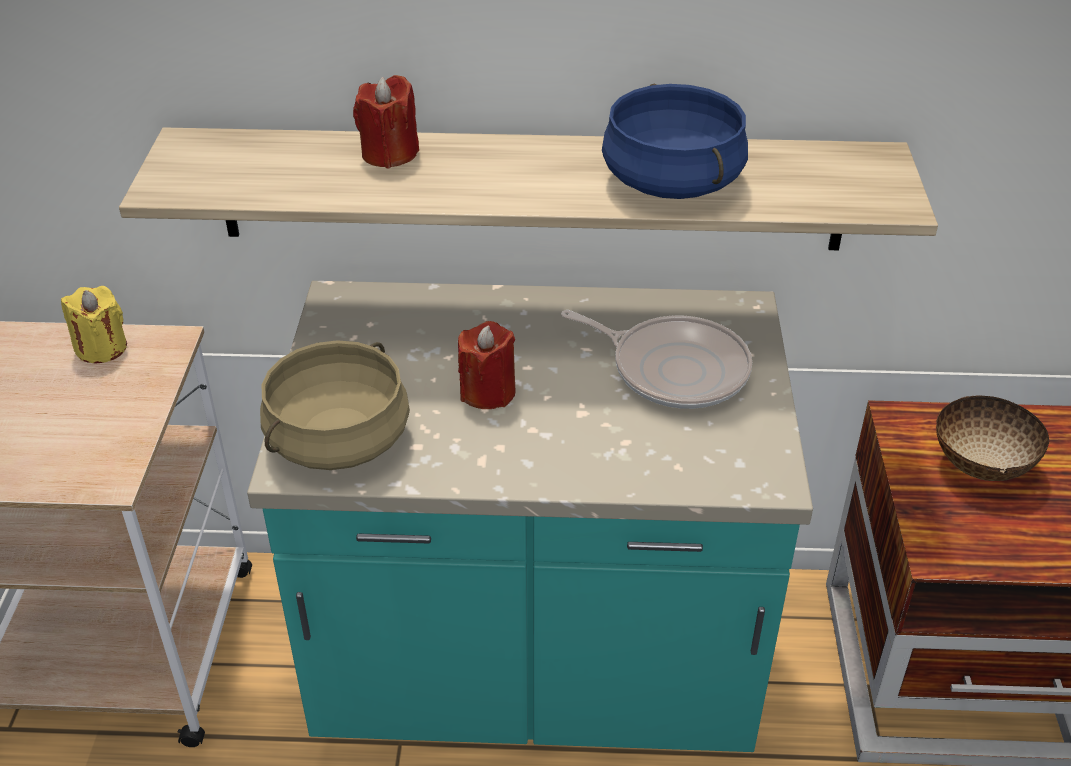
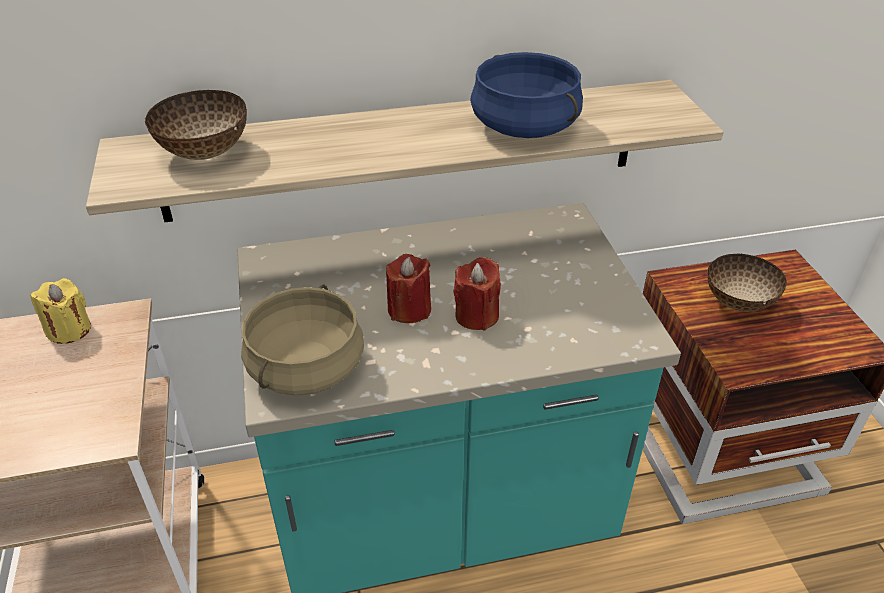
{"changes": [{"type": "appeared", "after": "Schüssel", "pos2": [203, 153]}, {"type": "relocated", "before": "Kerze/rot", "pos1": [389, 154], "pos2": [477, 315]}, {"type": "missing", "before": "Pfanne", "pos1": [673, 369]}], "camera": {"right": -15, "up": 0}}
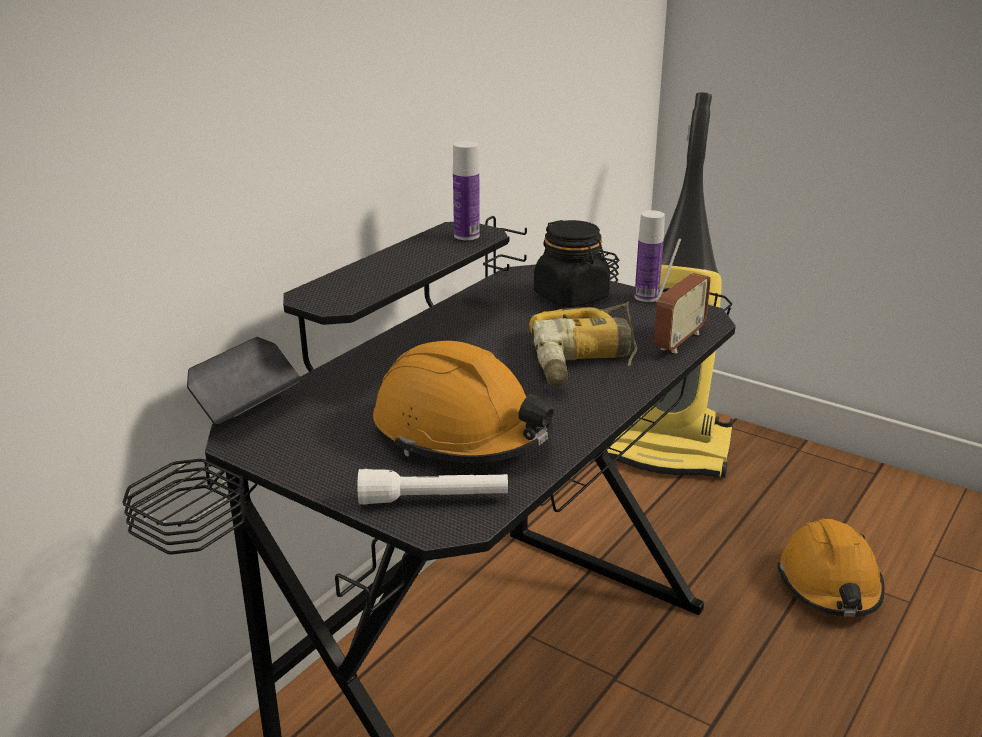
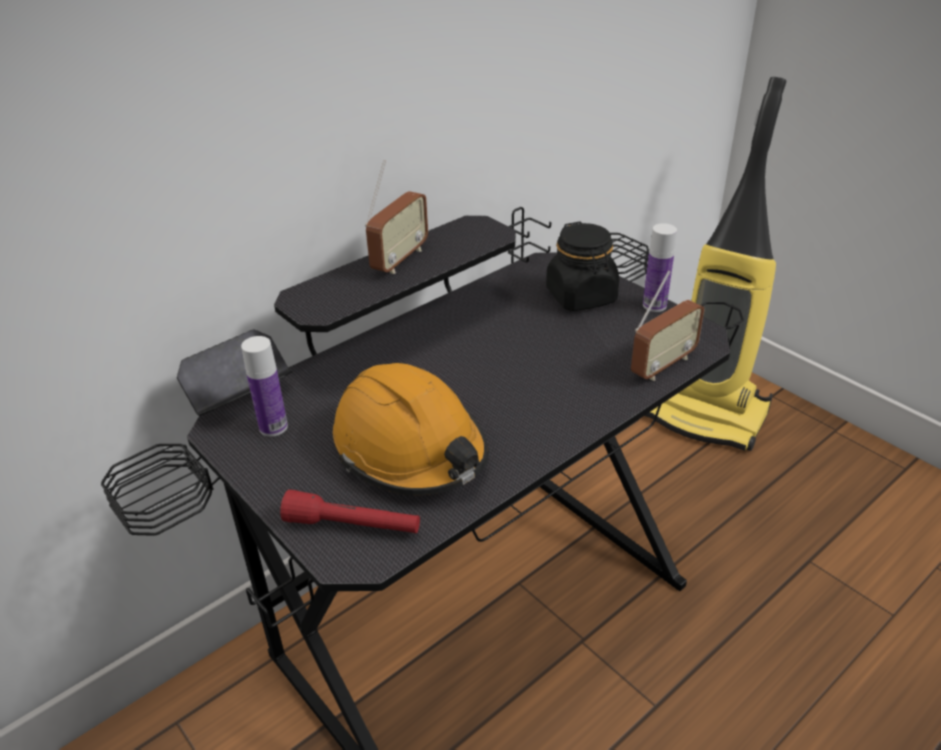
{"changes": [{"type": "relocated", "before": "Flasche", "pos1": [466, 236], "pos2": [273, 427]}, {"type": "colour", "before": "Taschenlampe/weiß", "after": "Taschenlampe/rot", "pos1": [434, 499], "pos2": [353, 526]}, {"type": "appeared", "after": "Radio", "pos2": [399, 260]}, {"type": "missing", "before": "Bohrmaschine", "pos1": [586, 358]}, {"type": "missing", "before": "Schutzhelm/orange", "pos1": [829, 584]}], "camera": {"right": 15, "up": 10}}
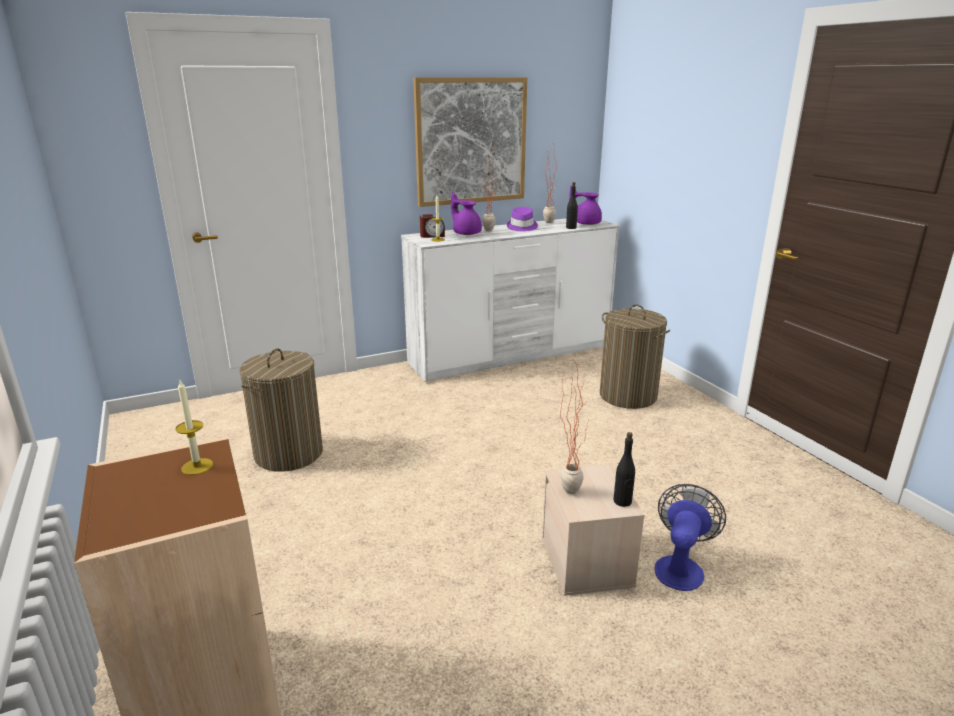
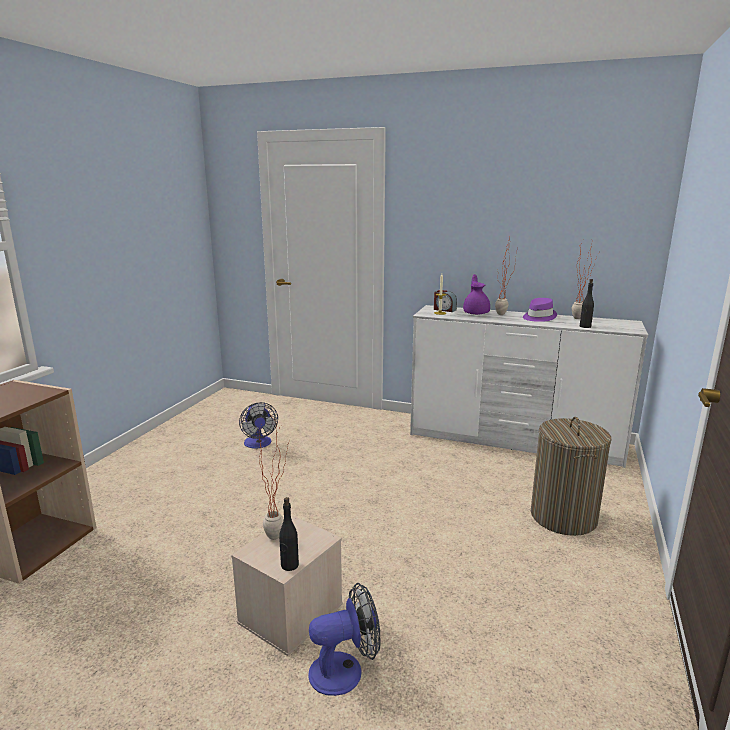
{"changes": [{"type": "exchanged", "before": "Wäschekorb", "after": "Ventilator", "pos1": [289, 453], "pos2": [258, 444]}, {"type": "missing", "before": "Kerze", "pos1": [197, 466]}, {"type": "missing", "before": "Bild", "pos1": [471, 141]}, {"type": "missing", "before": "Teekanne/lila", "pos1": [586, 223]}], "camera": {"right": 45, "up": -5}}
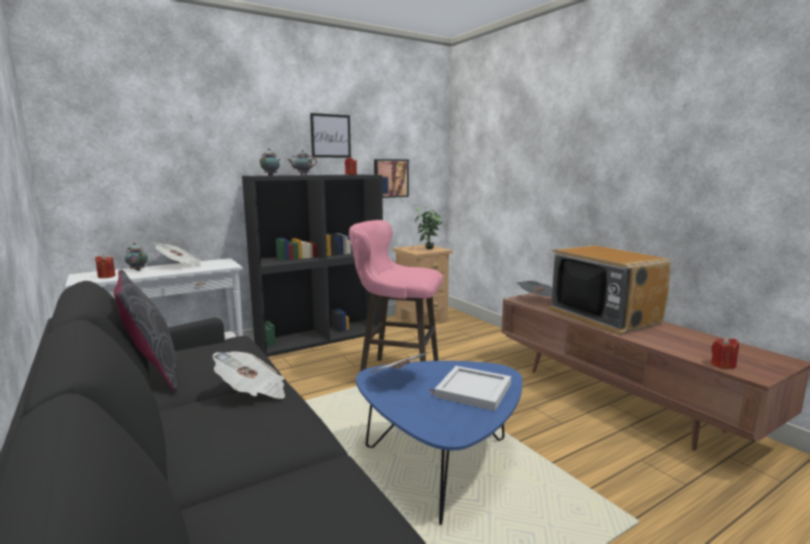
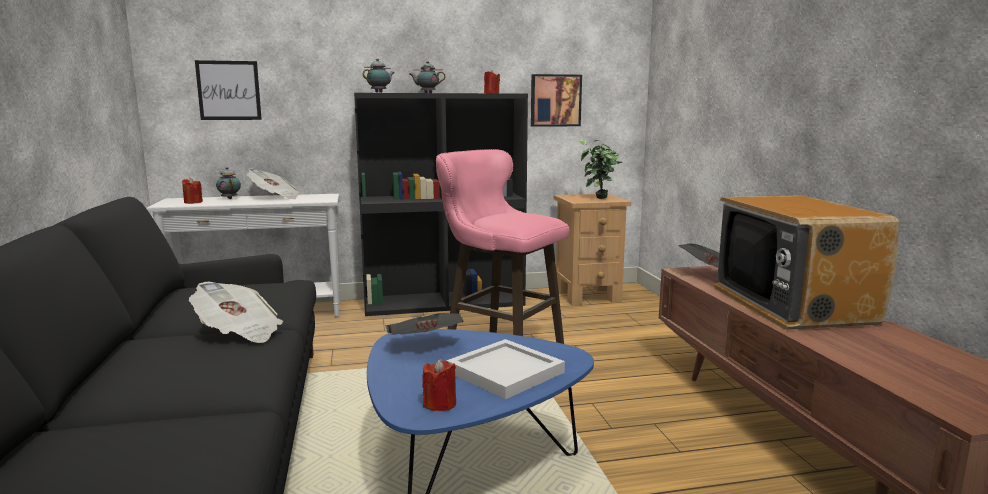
{"changes": [{"type": "relocated", "before": "Bild", "pos1": [330, 136], "pos2": [229, 90]}, {"type": "relocated", "before": "Kerze/rot", "pos1": [722, 365], "pos2": [440, 404]}, {"type": "missing", "before": "Kissen/grau", "pos1": [152, 373]}], "camera": {"right": 20, "up": 0}}
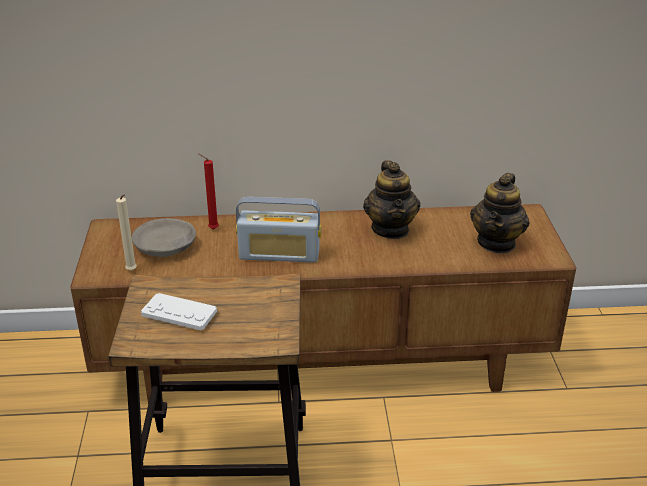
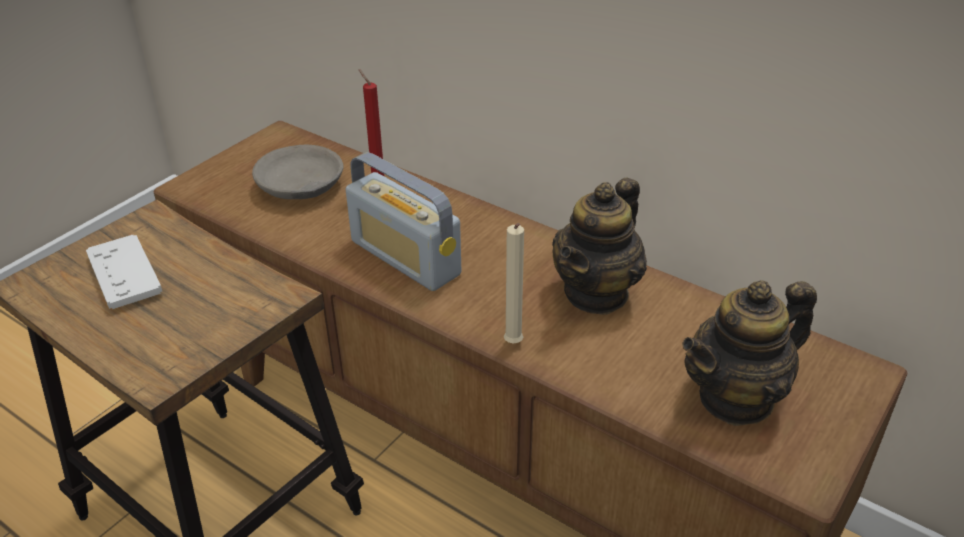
{"changes": [{"type": "relocated", "before": "Kerze/beige", "pos1": [132, 271], "pos2": [513, 345]}], "camera": {"right": 40, "up": 5}}
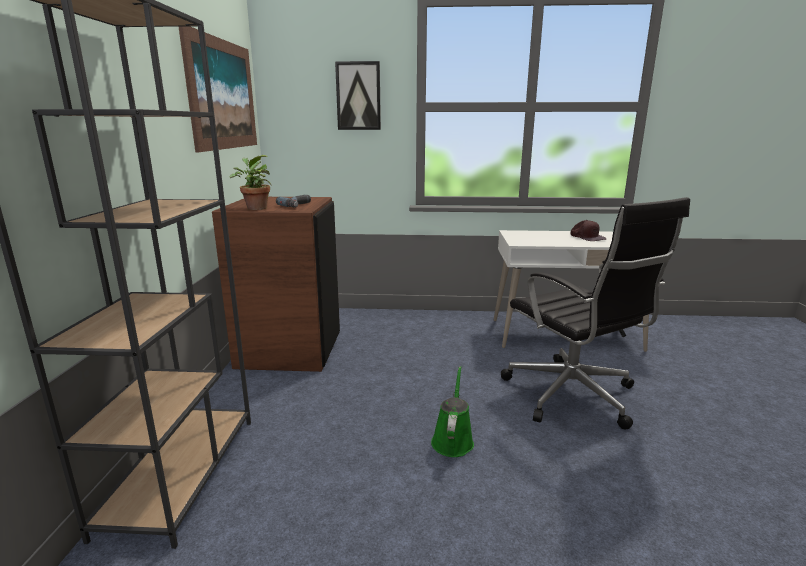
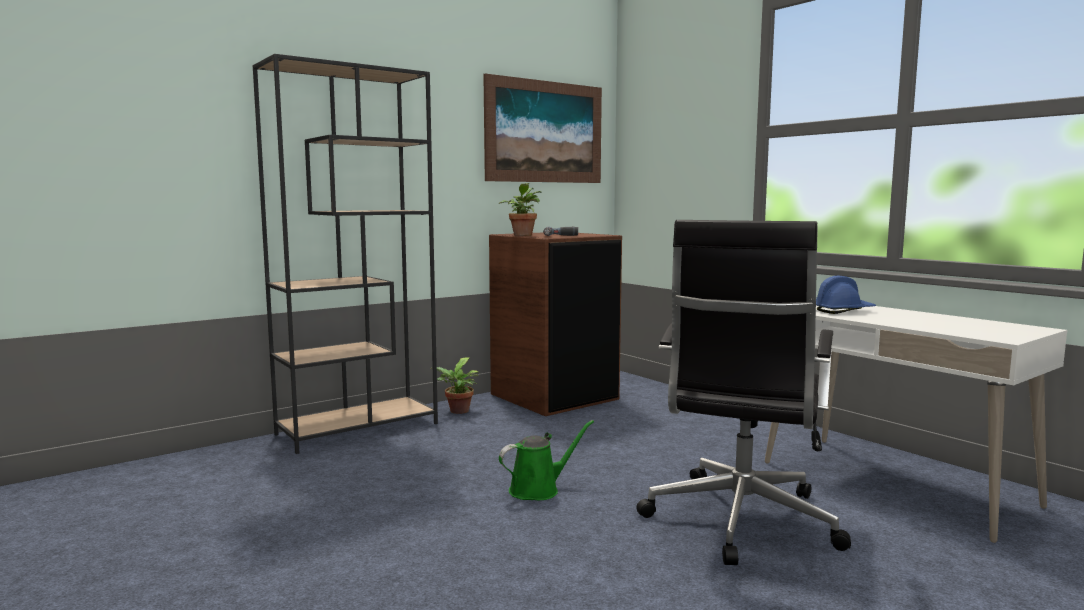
{"changes": [{"type": "appeared", "after": "Topfpflanze", "pos2": [457, 411]}, {"type": "appeared", "after": "Schutzhelm/blau", "pos2": [843, 311]}, {"type": "missing", "before": "Bild", "pos1": [358, 96]}, {"type": "missing", "before": "Kappe/braun", "pos1": [587, 237]}], "camera": {"right": 50, "up": -10}}
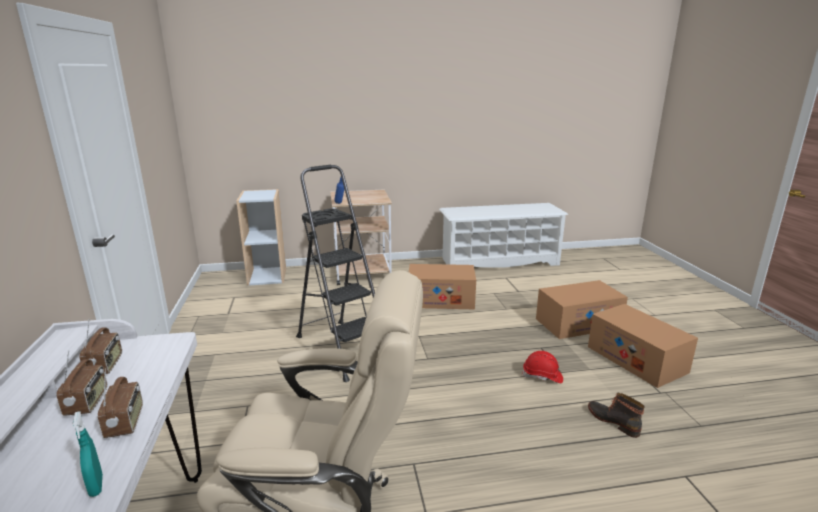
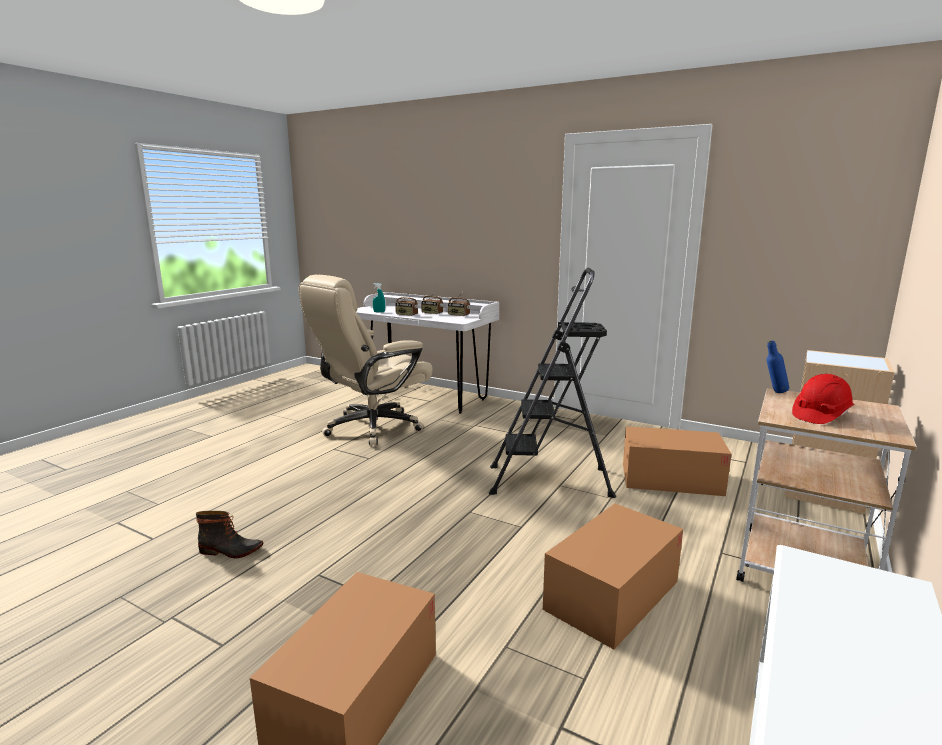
{"changes": [{"type": "relocated", "before": "Karton", "pos1": [636, 359], "pos2": [671, 479]}, {"type": "relocated", "before": "Schutzhelm/rot", "pos1": [542, 376], "pos2": [820, 415]}], "camera": {"right": 130, "up": -5}}
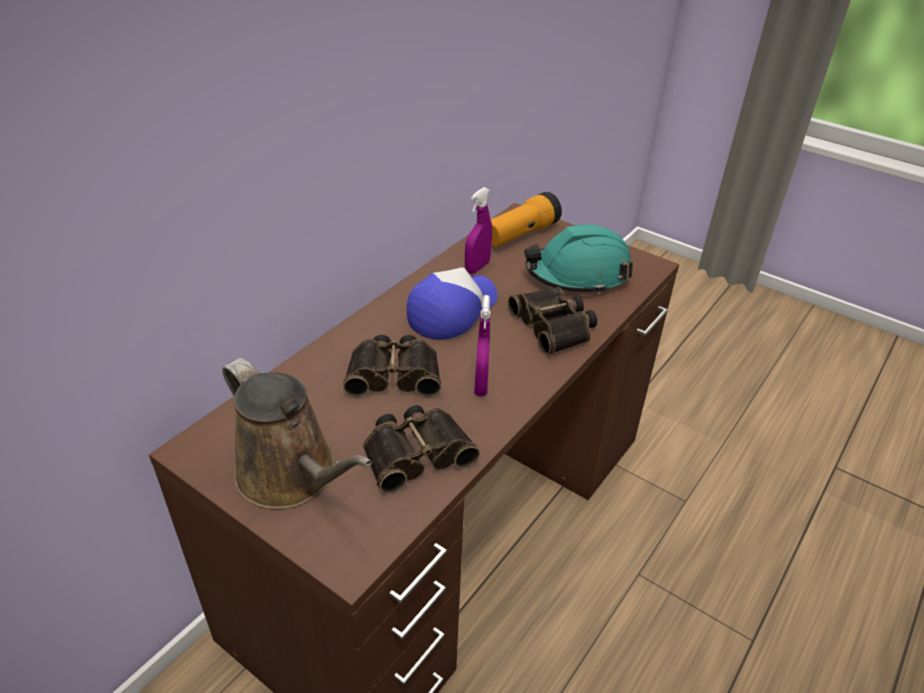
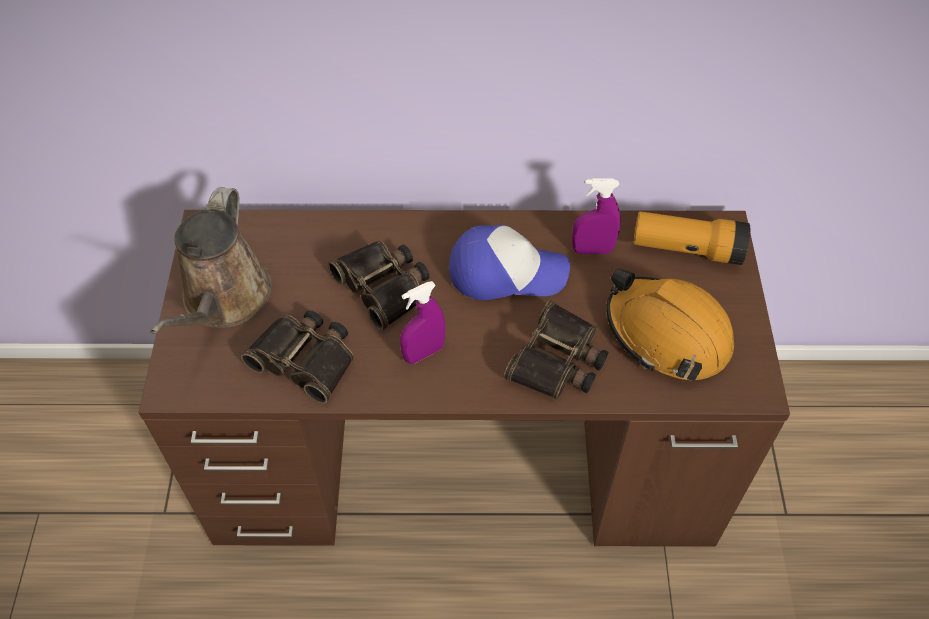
{"changes": [{"type": "colour", "before": "Schutzhelm/türkis", "after": "Schutzhelm/orange", "pos1": [578, 274], "pos2": [667, 334]}], "camera": {"right": 55, "up": 15}}
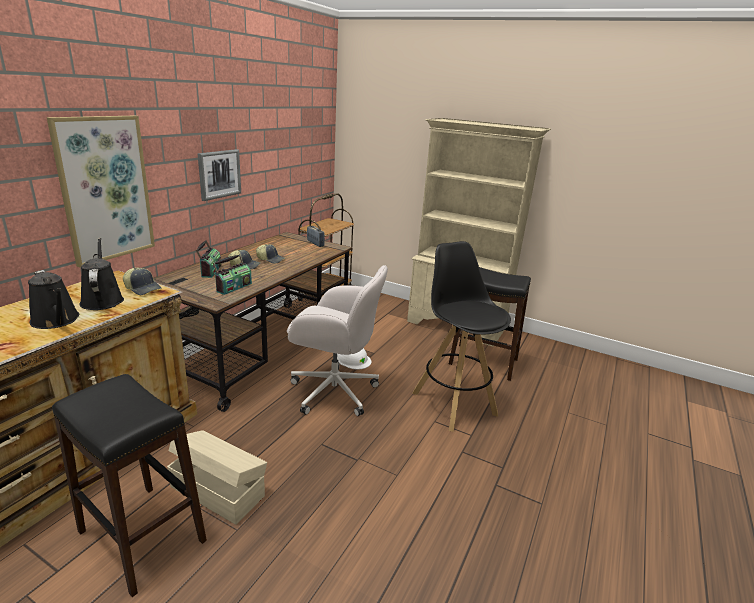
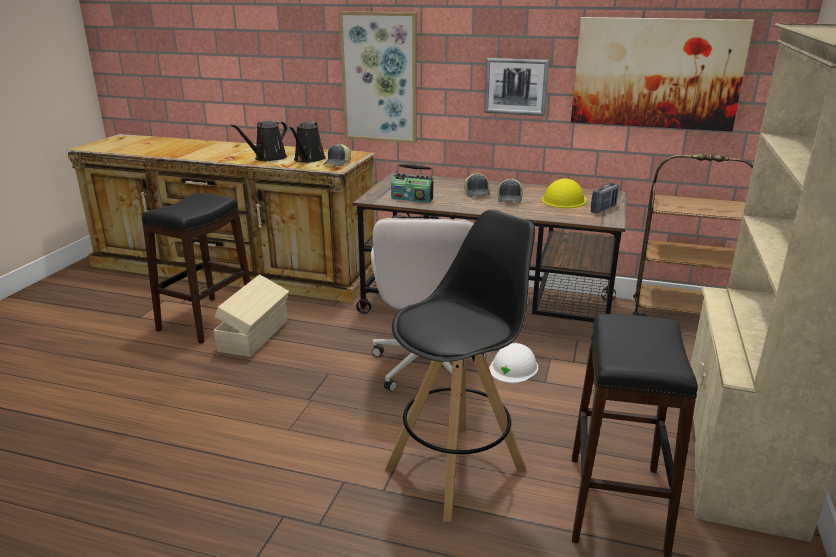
{"changes": [{"type": "spun", "before": "Gießkanne/schwarz", "pos1": [102, 300], "pos2": [308, 159], "turn": 135}, {"type": "appeared", "after": "Schutzhelm/gelb", "pos2": [564, 200]}, {"type": "appeared", "after": "Bild", "pos2": [656, 73]}, {"type": "missing", "before": "Radio", "pos1": [210, 271]}], "camera": {"right": 80, "up": 0}}
